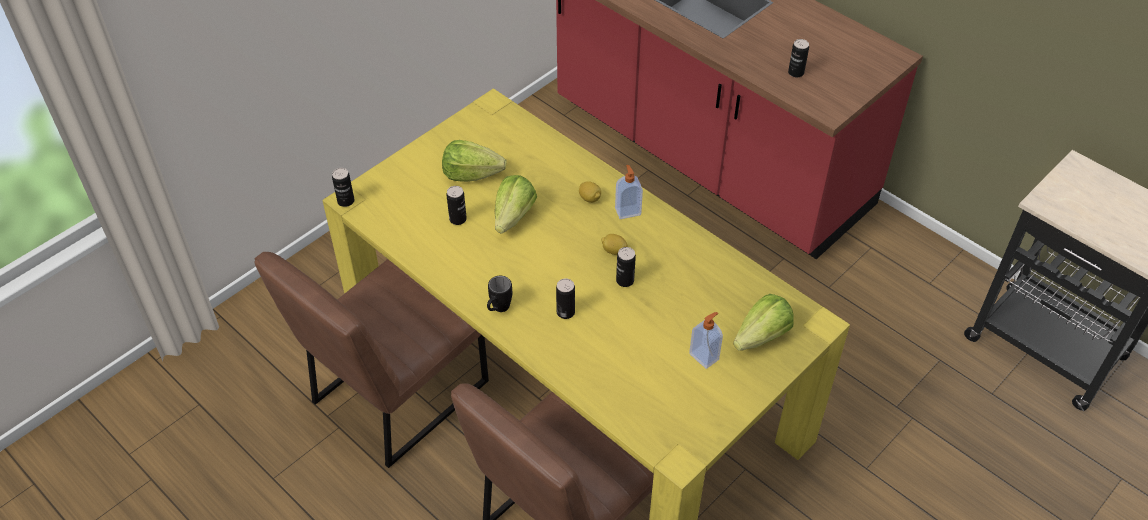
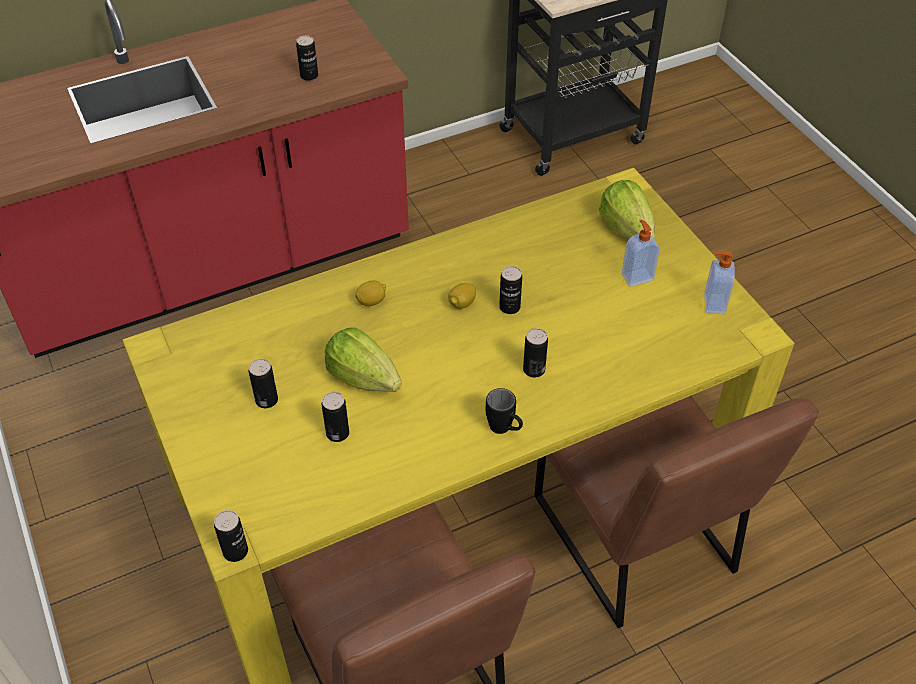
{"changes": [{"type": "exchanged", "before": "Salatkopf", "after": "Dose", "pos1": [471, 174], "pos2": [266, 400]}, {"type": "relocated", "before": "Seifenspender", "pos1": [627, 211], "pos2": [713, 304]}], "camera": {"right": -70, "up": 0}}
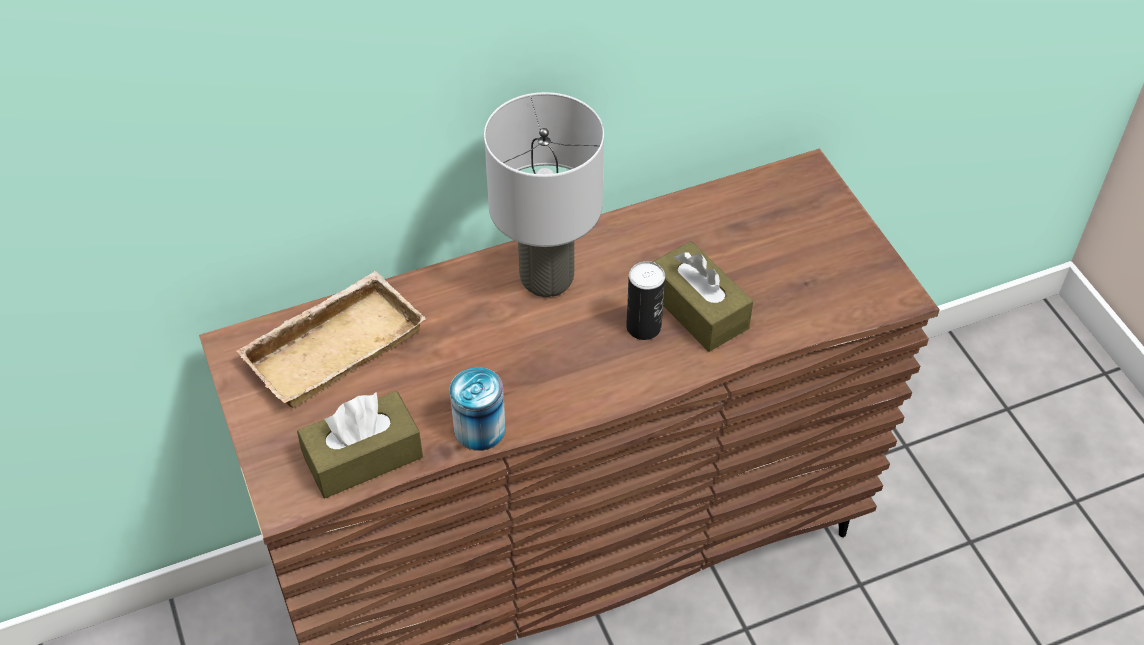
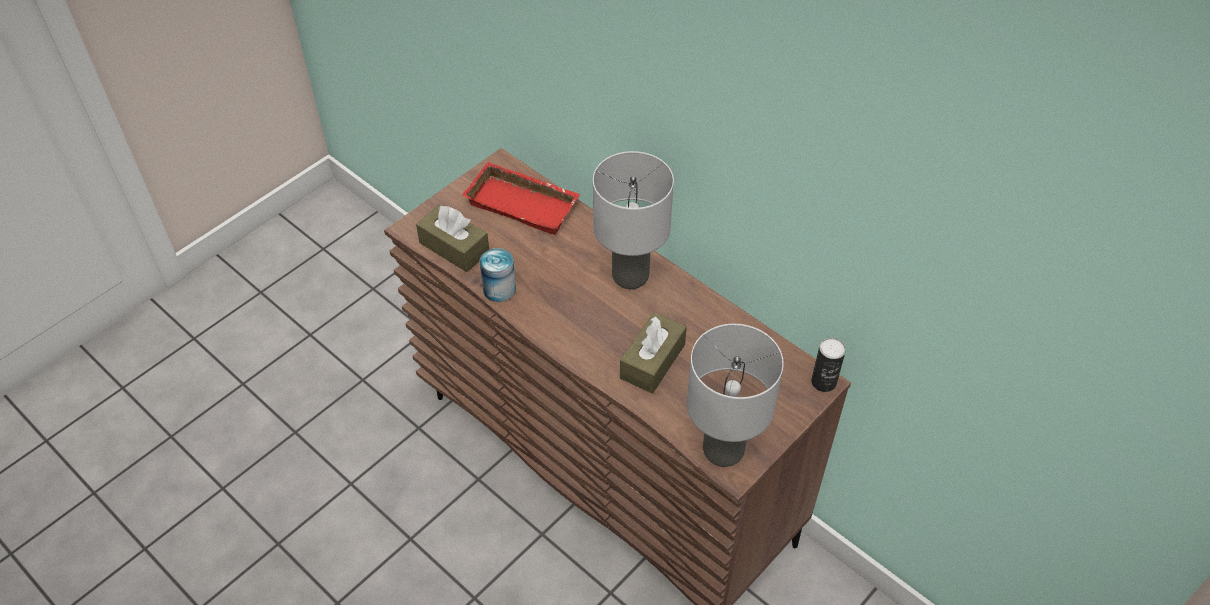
{"changes": [{"type": "colour", "before": "Tablett/beige", "after": "Tablett/rot", "pos1": [334, 344], "pos2": [524, 203]}, {"type": "appeared", "after": "Tischlampe/weiß", "pos2": [723, 449]}, {"type": "relocated", "before": "Dose", "pos1": [643, 327], "pos2": [823, 382]}], "camera": {"right": 65, "up": 0}}
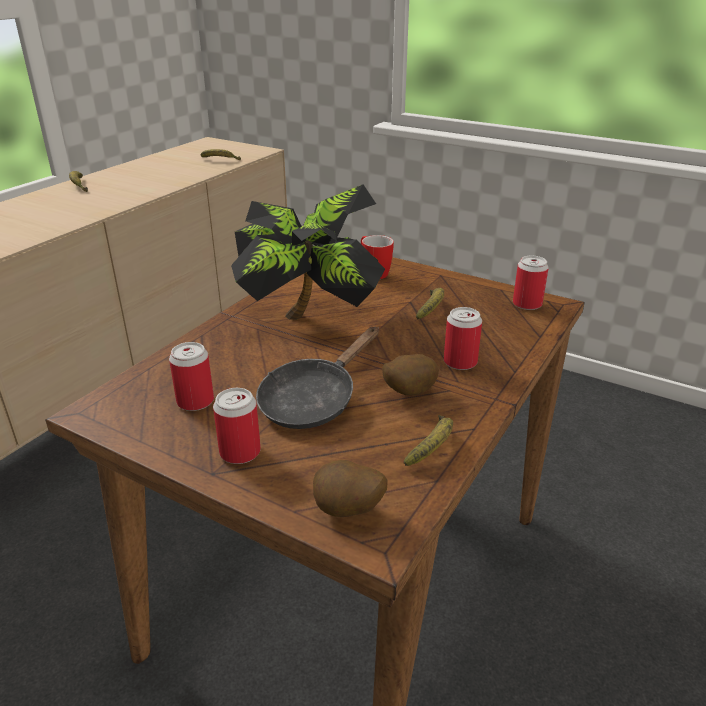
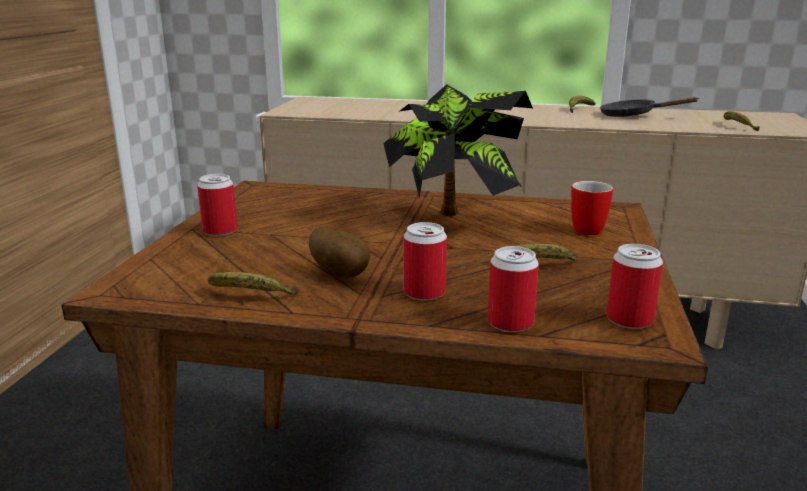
{"changes": [{"type": "relocated", "before": "Dose", "pos1": [195, 401], "pos2": [510, 323]}, {"type": "relocated", "before": "Pfanne/schwarz", "pos1": [313, 400], "pos2": [633, 116]}, {"type": "missing", "before": "Kartoffel", "pos1": [348, 512]}], "camera": {"right": 70, "up": -10}}
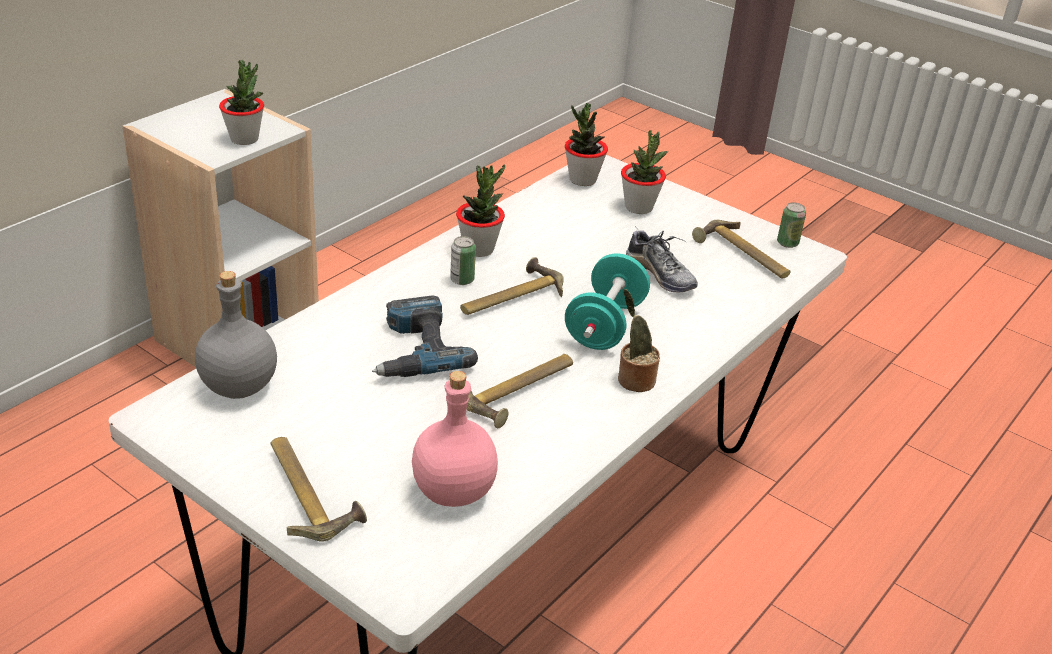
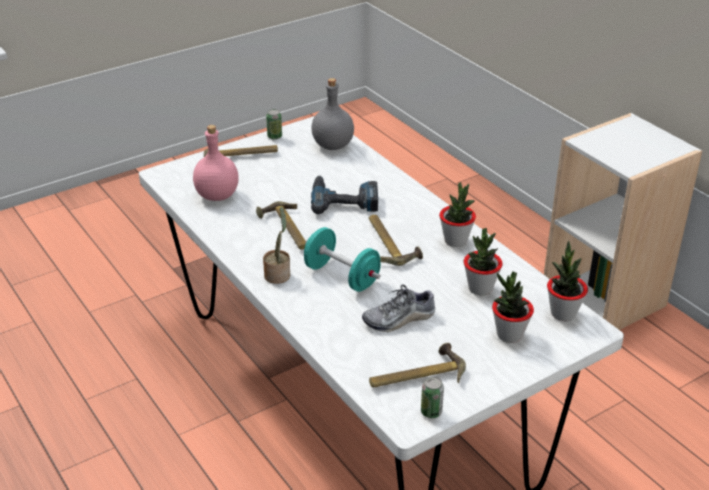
{"changes": [{"type": "relocated", "before": "Dose", "pos1": [462, 280], "pos2": [274, 136]}, {"type": "relocated", "before": "Topfpflanze", "pos1": [244, 139], "pos2": [480, 288]}], "camera": {"right": 110, "up": 0}}
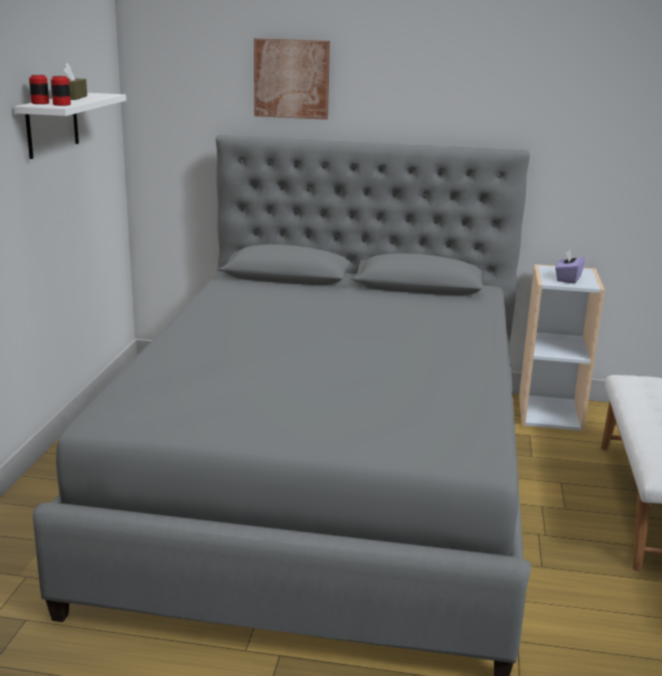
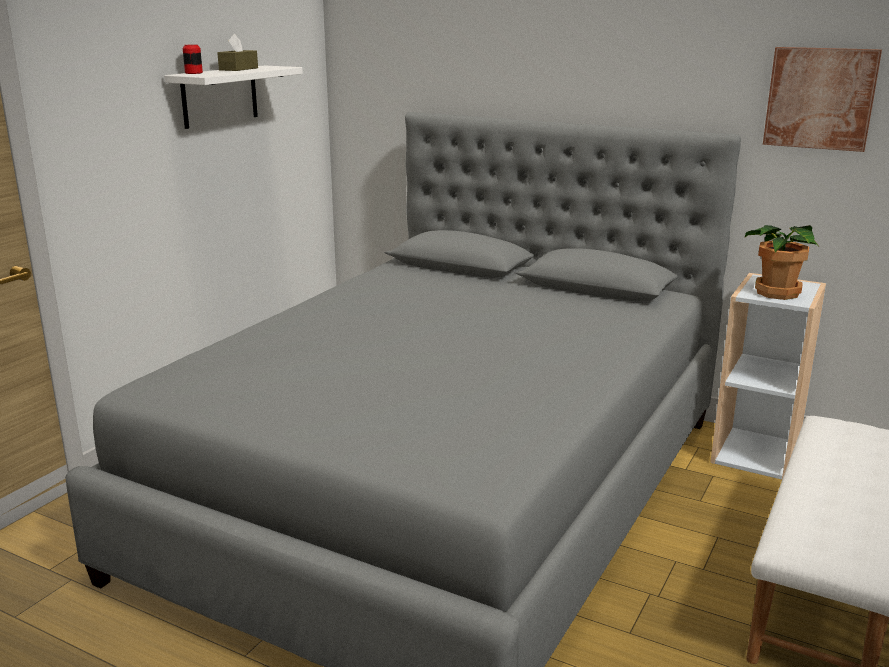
{"changes": [{"type": "exchanged", "before": "Taschentuchbox/lila", "after": "Topfpflanze", "pos1": [568, 279], "pos2": [776, 292]}, {"type": "relocated", "before": "Bild", "pos1": [292, 78], "pos2": [820, 98]}, {"type": "missing", "before": "Dose", "pos1": [61, 104]}], "camera": {"right": 20, "up": 0}}
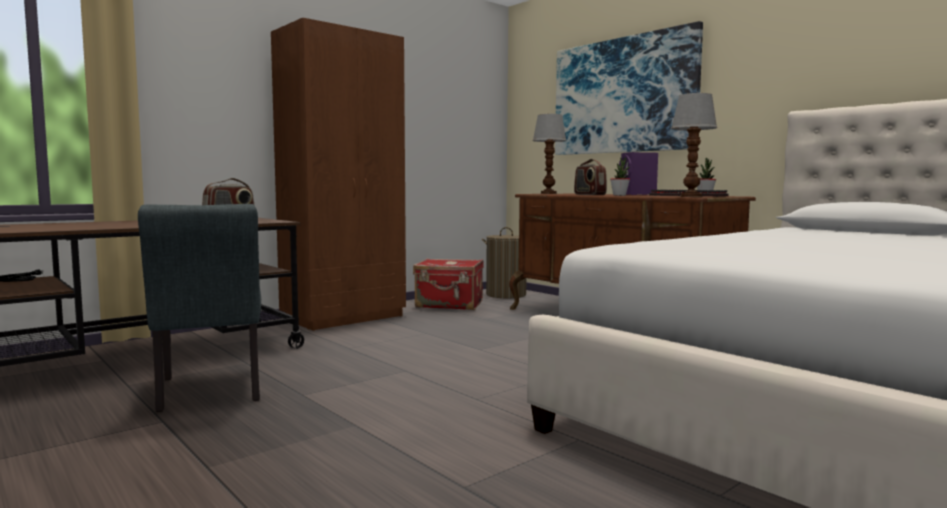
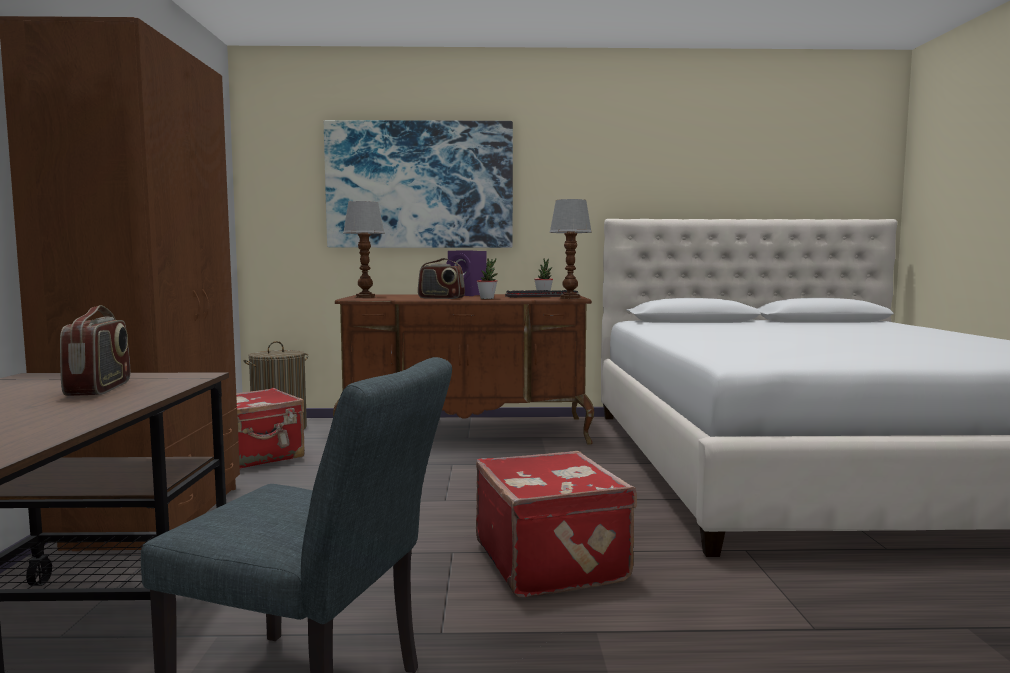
{"changes": [{"type": "appeared", "after": "Koffer/rot", "pos2": [552, 561]}], "camera": {"right": -50, "up": 0}}
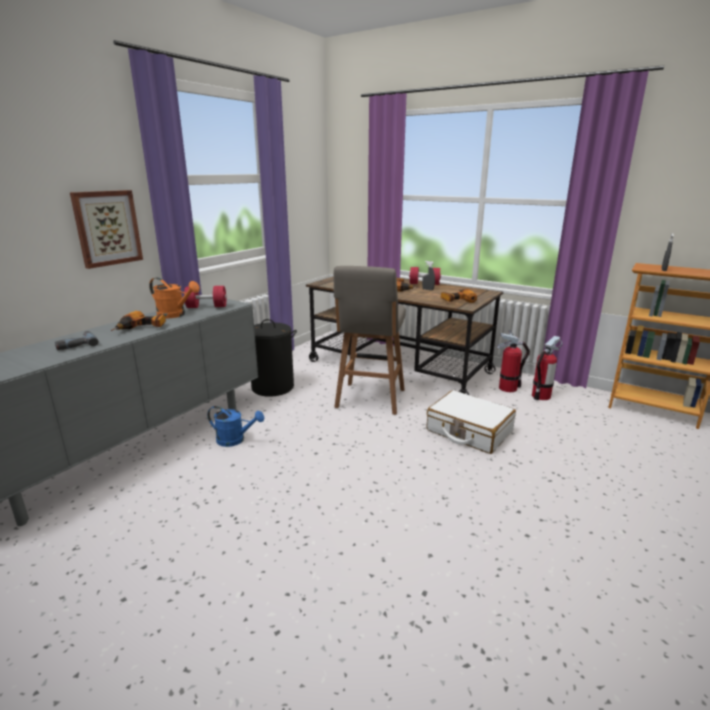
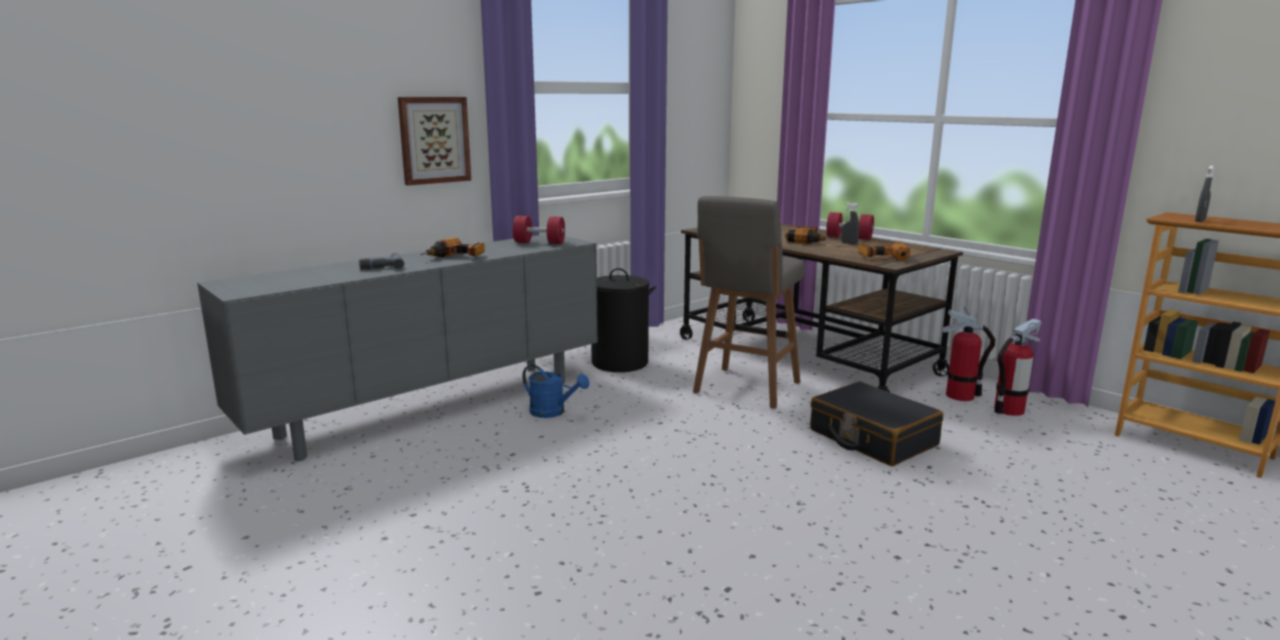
{"changes": [{"type": "colour", "before": "Koffer/weiß", "after": "Koffer/schwarz", "pos1": [469, 431], "pos2": [872, 438]}, {"type": "missing", "before": "Gießkanne/orange", "pos1": [175, 315]}], "camera": {"right": 15, "up": -5}}
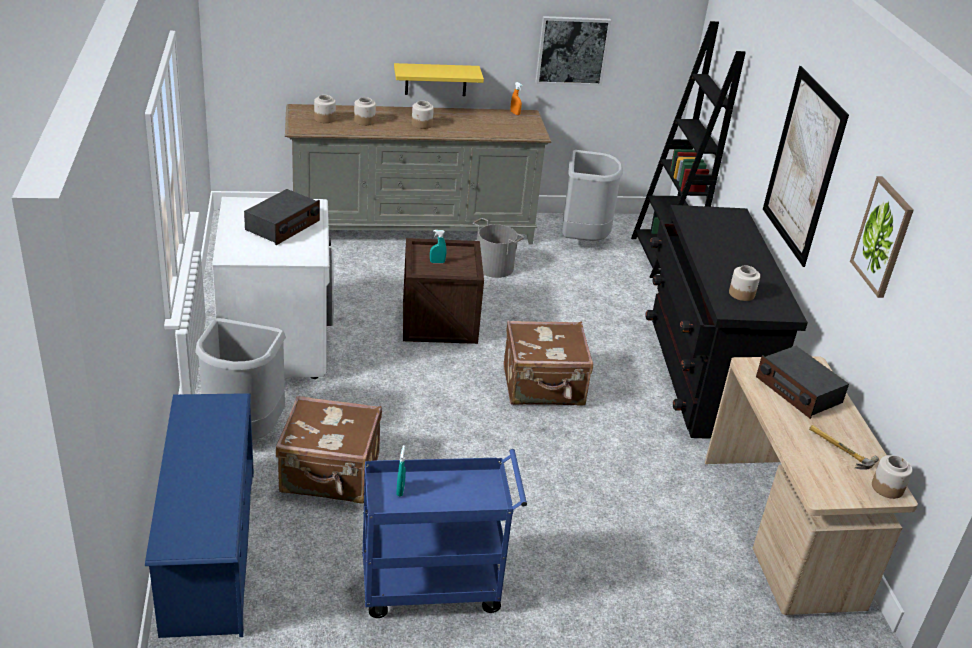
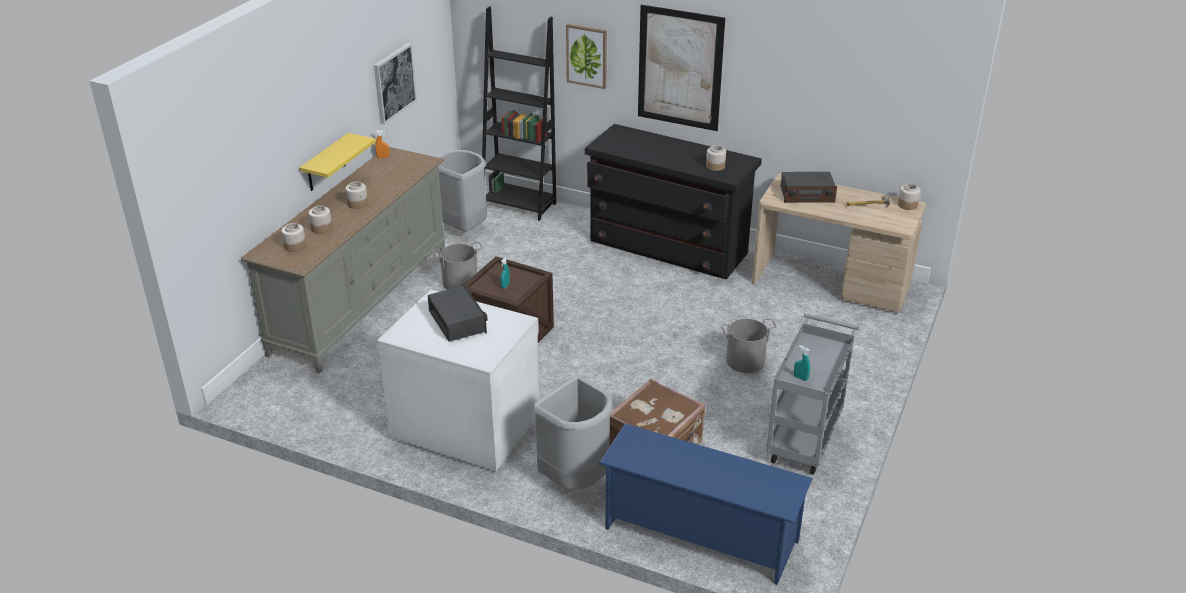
{"changes": [{"type": "relocated", "before": "Bild", "pos1": [883, 237], "pos2": [587, 56]}, {"type": "appeared", "after": "Eimer/grau", "pos2": [745, 361]}, {"type": "colour", "before": "Rollwagen/blau", "after": "Rollwagen/grau", "pos1": [434, 592], "pos2": [805, 440]}, {"type": "missing", "before": "Koffer/braun", "pos1": [544, 387]}], "camera": {"right": -55, "up": 0}}
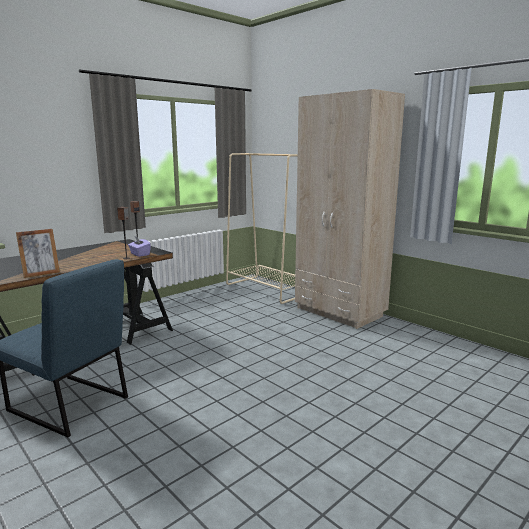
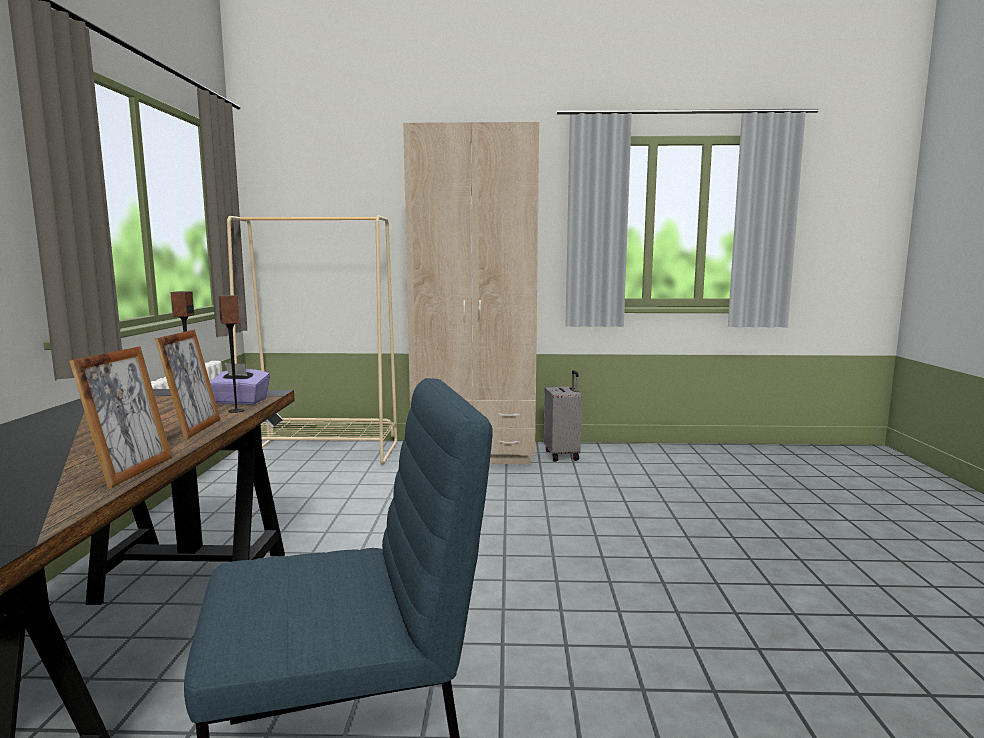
{"changes": [{"type": "appeared", "after": "Bilderrahmen", "pos2": [194, 429]}, {"type": "appeared", "after": "Koffer/grau", "pos2": [562, 455]}], "camera": {"right": -45, "up": -5}}
